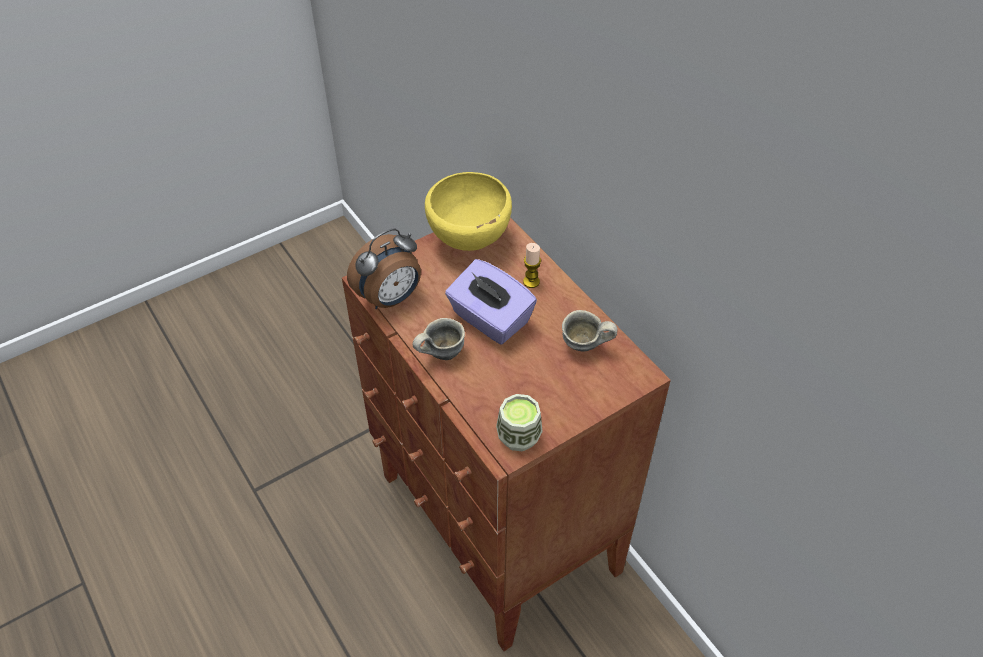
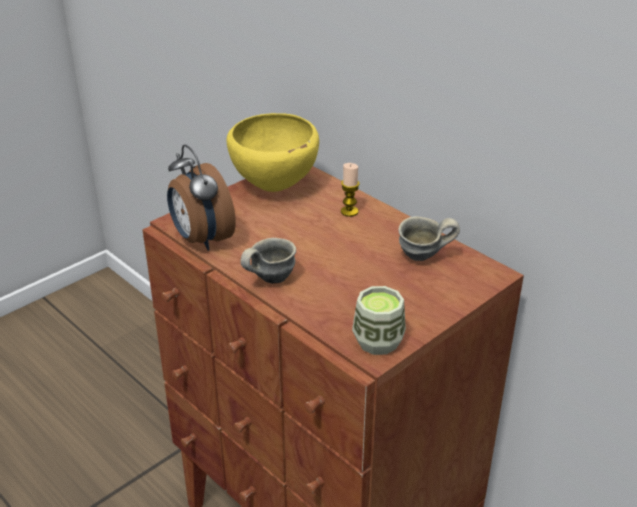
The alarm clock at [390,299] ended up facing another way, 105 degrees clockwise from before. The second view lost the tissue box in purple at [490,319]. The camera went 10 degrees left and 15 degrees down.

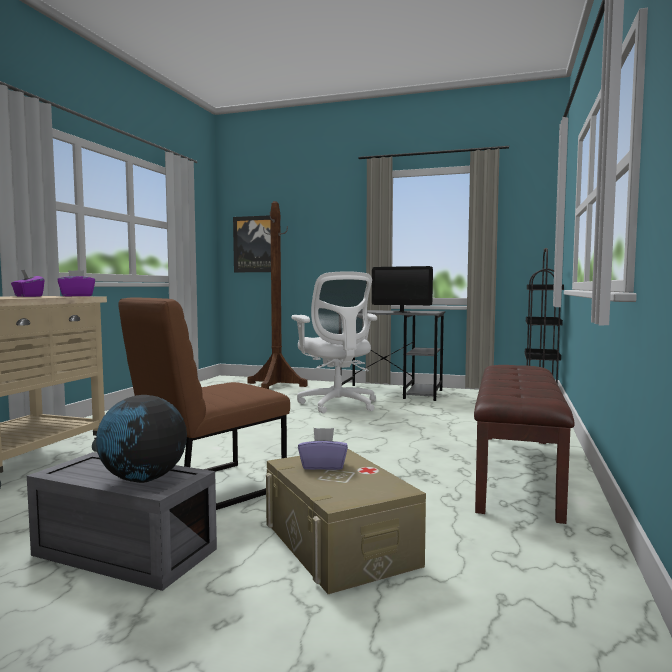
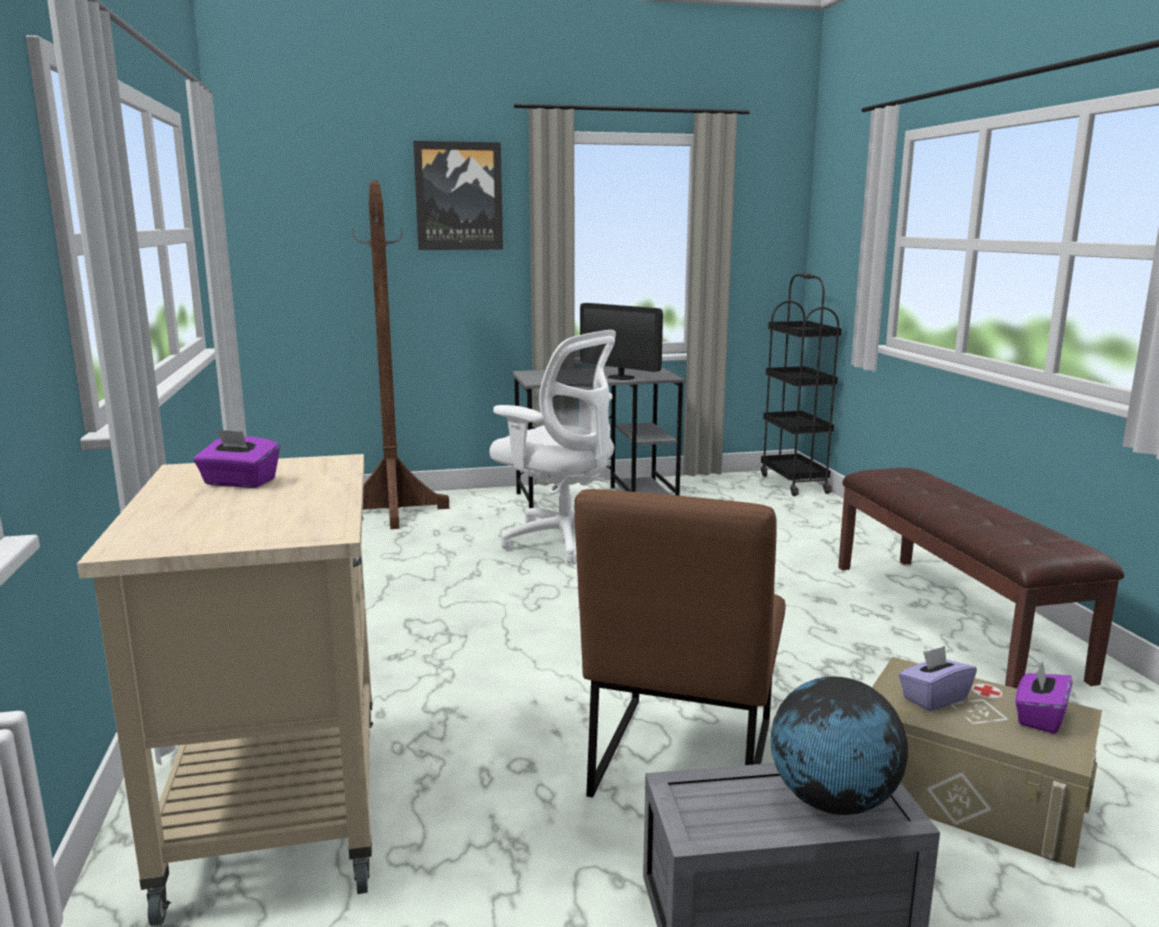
The picture ended up elsewhere, having gone from [255,244] to [458,196]. The monitor at [401,312] ended up facing another way, 45 degrees clockwise from before. The tissue box in purple ended up elsewhere, having gone from [77,296] to [1039,717]. The camera went 30 degrees left and 10 degrees up.

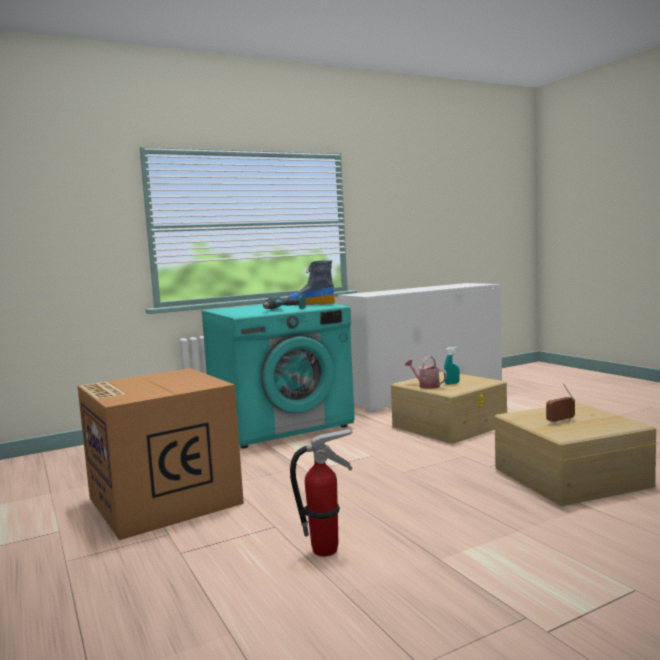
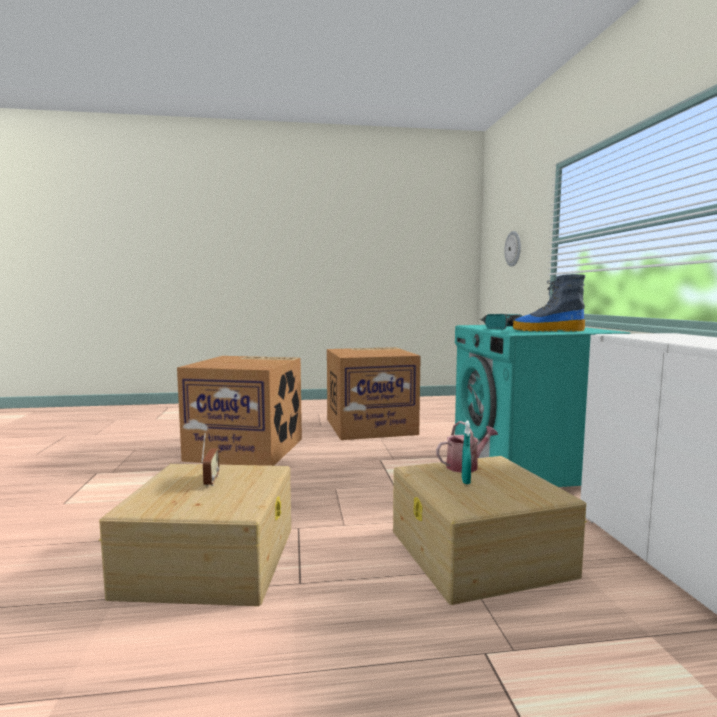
The boot at [310,304] ended up facing another way, 120 degrees counterclockwise from before. Where the fire extinguisher stood at [326,550], the cardboard box came to stand at [247,449]. The second view gained the wall clock at [513,248]. The camera went 110 degrees right and 0 degrees up.

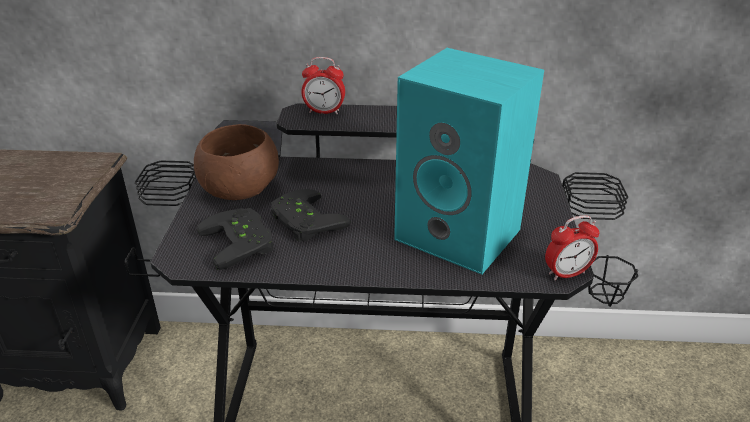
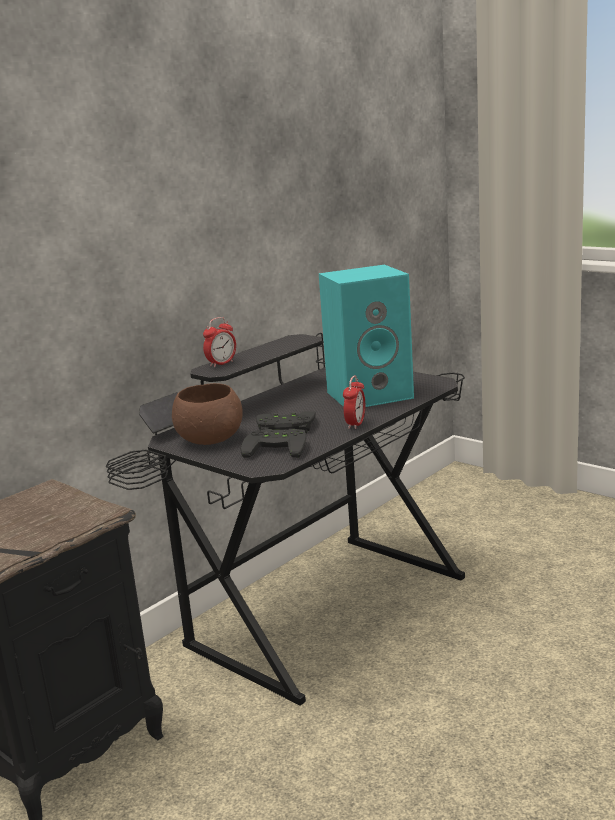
The alarm clock ended up elsewhere, having gone from [567,273] to [355,424]. The camera went 50 degrees left and 15 degrees down.

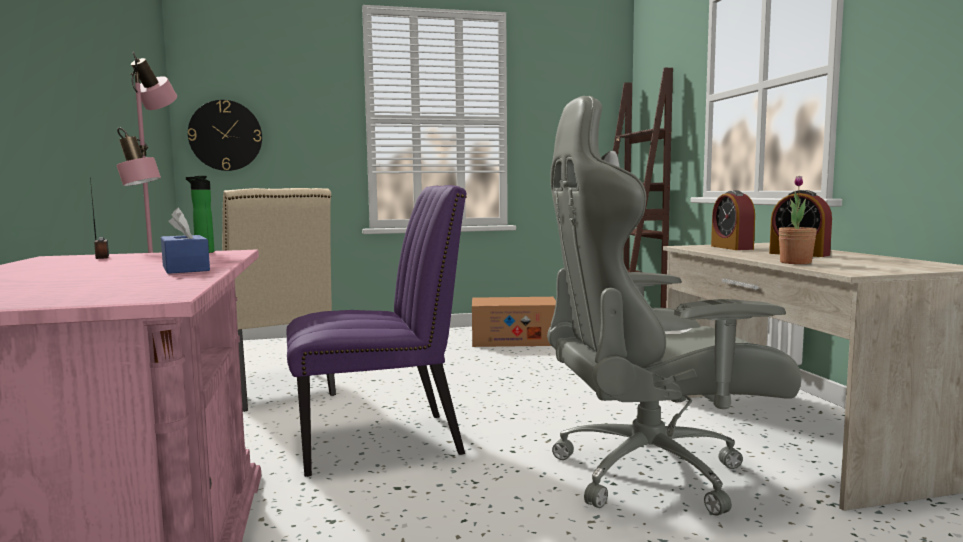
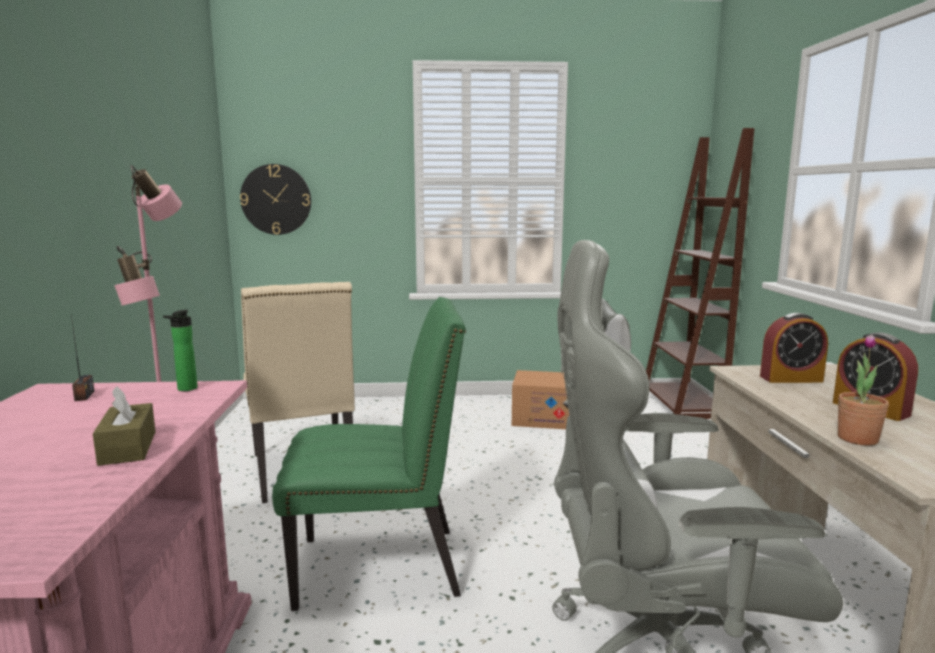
What was the chair in purple at [378,443] turned into the chair in green at [377,567]. The alarm clock at [731,247] ended up facing another way, 90 degrees counterclockwise from before. What was the tissue box in blue at [185,268] turned into the tissue box in brown at [128,448]. The camera went 10 degrees right and 5 degrees up.

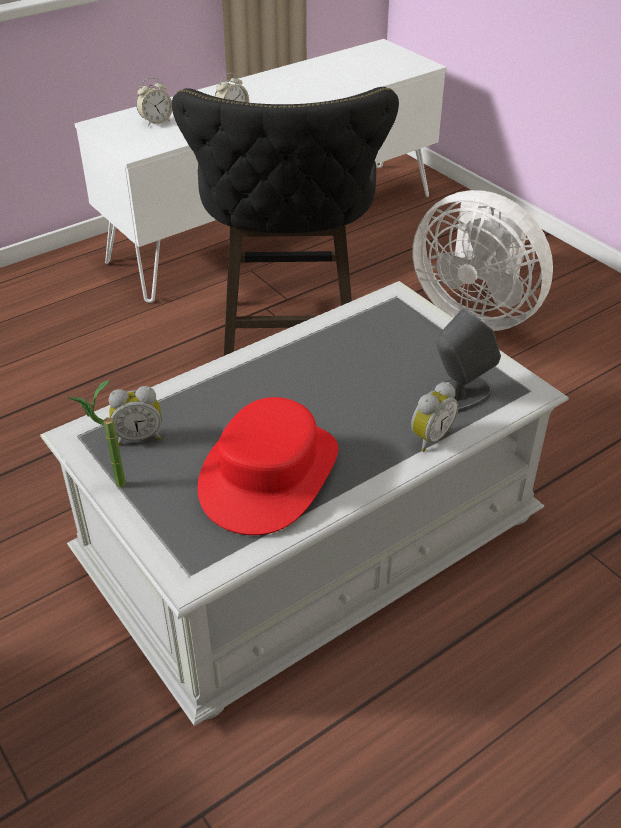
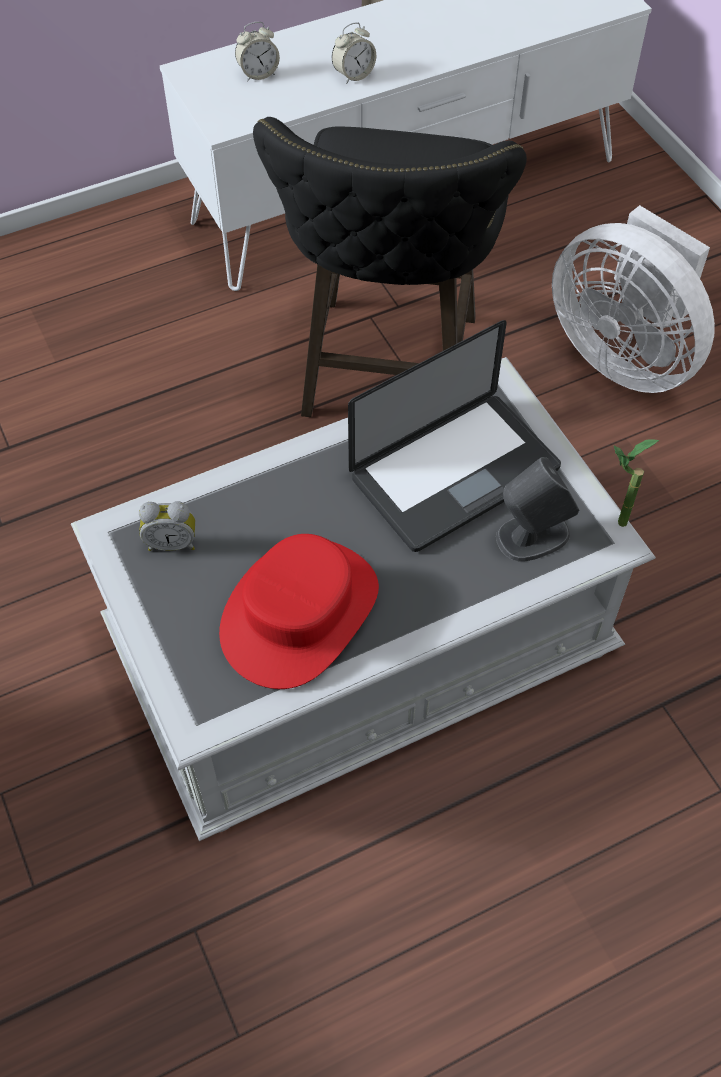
The potted plant ended up elsewhere, having gone from [110,486] to [612,523]. The second view lost the alarm clock at [429,438]. The second view gained the laptop at [455,473]. The camera went 10 degrees right and 15 degrees up.

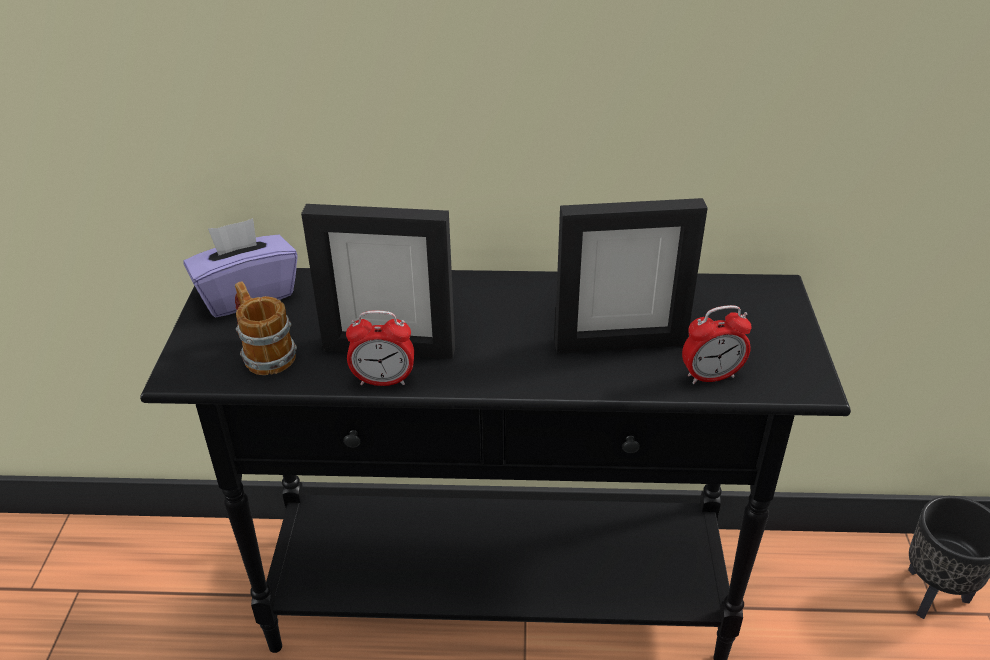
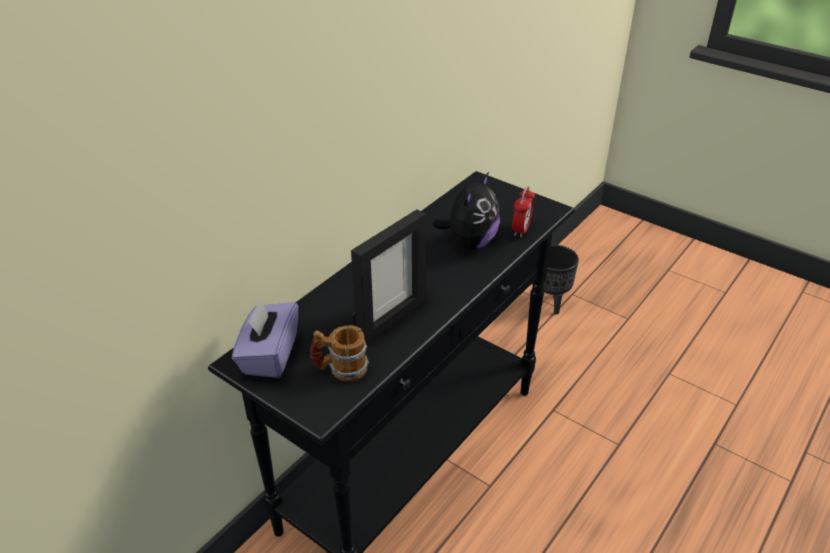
Where the picture frame stood at [619,342], the plush toy came to stand at [469,242]. The second view lost the alarm clock at [383,381]. The camera went 55 degrees left and 0 degrees up.

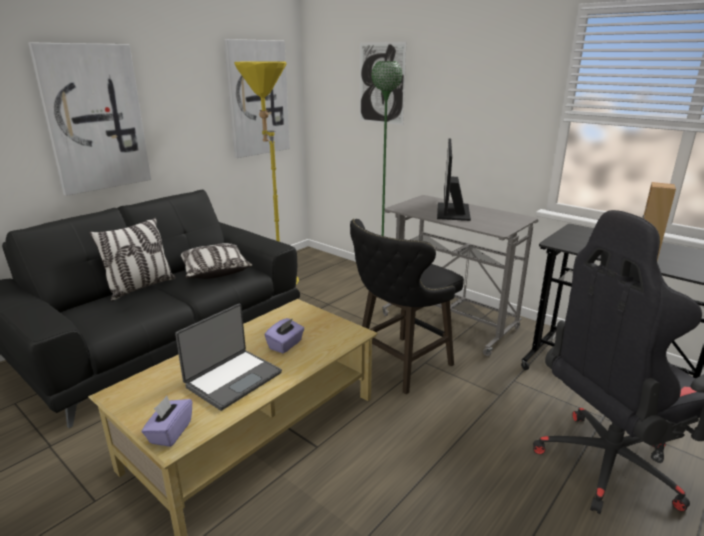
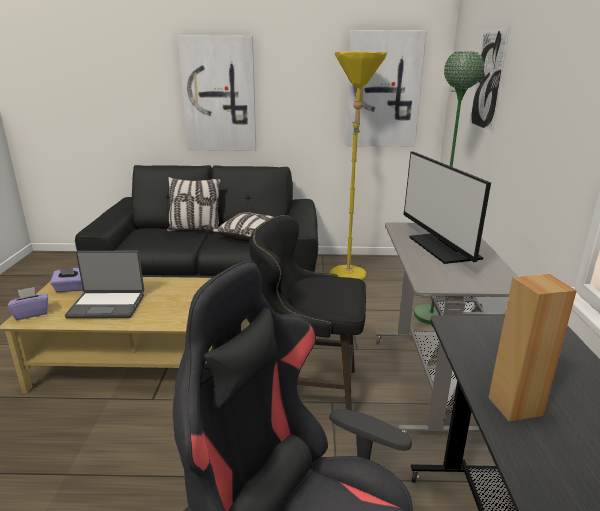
The monitor at [452,211] ended up facing another way, 75 degrees counterclockwise from before. The tissue box in purple ended up elsewhere, having gone from [285,345] to [71,288]. The camera went 50 degrees right and 0 degrees up.

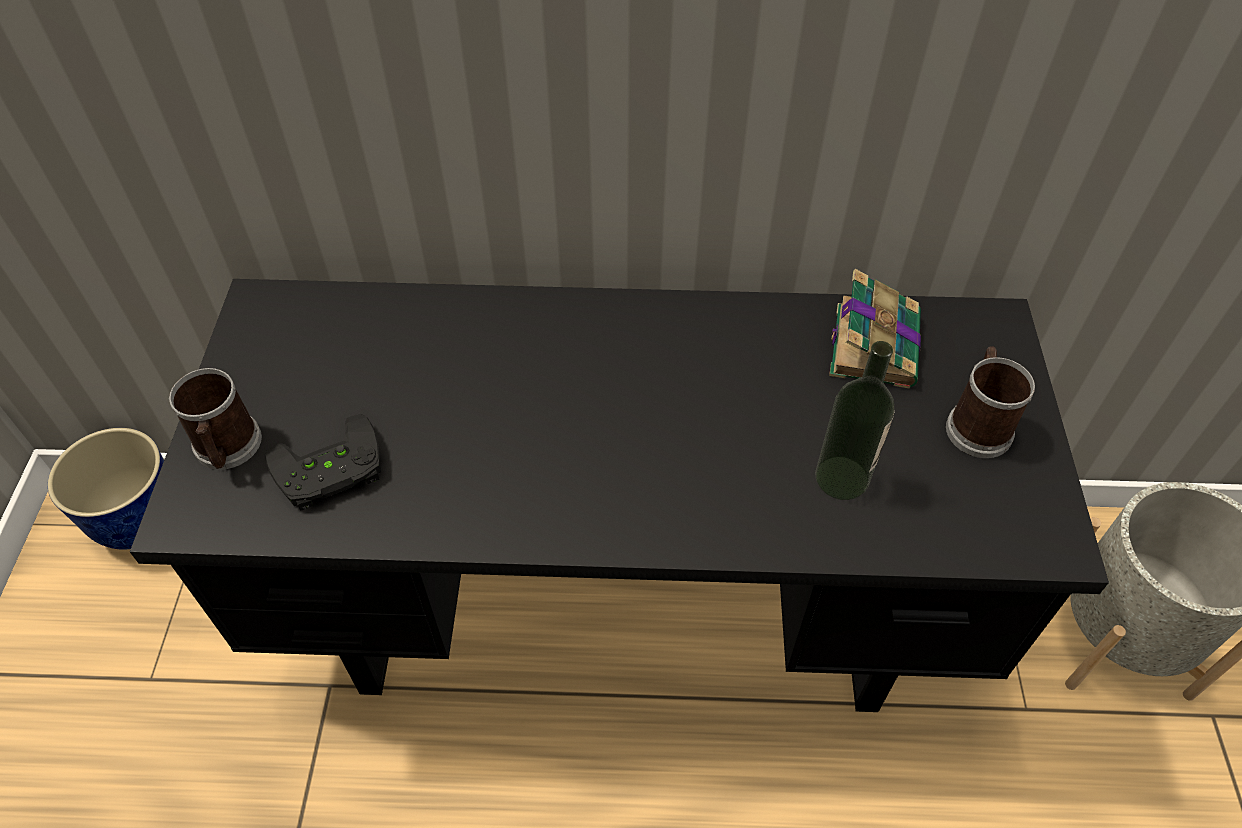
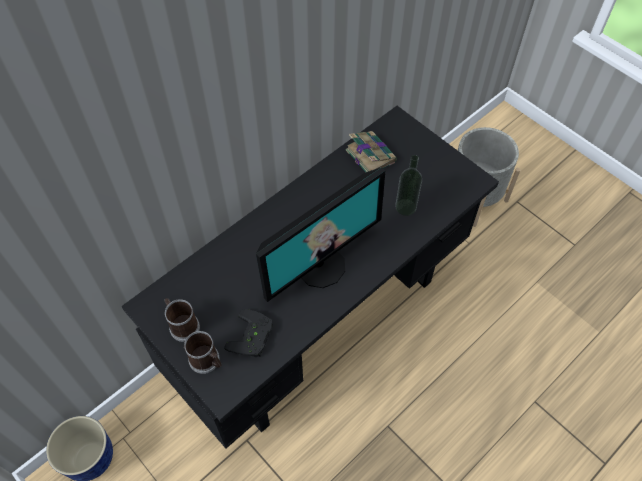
The mug ended up elsewhere, having gone from [977,424] to [182,325]. The second view gained the monitor at [321,266]. The camera went 45 degrees left and 5 degrees up.

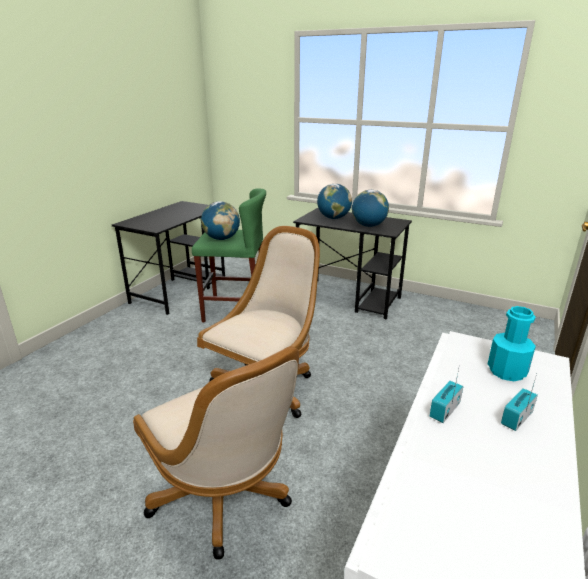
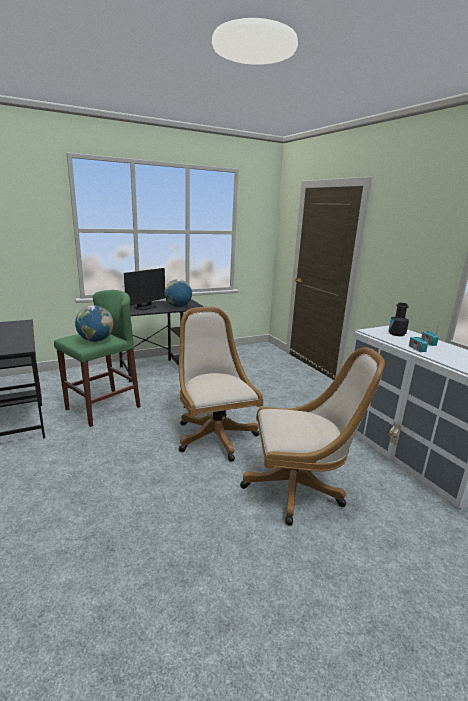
Where the globe stood at [333,218], the monitor came to stand at [145,307]. What was the bottle in turquoise at [506,371] turned into the bottle in black at [396,334]. The camera went 55 degrees left and 5 degrees down.

